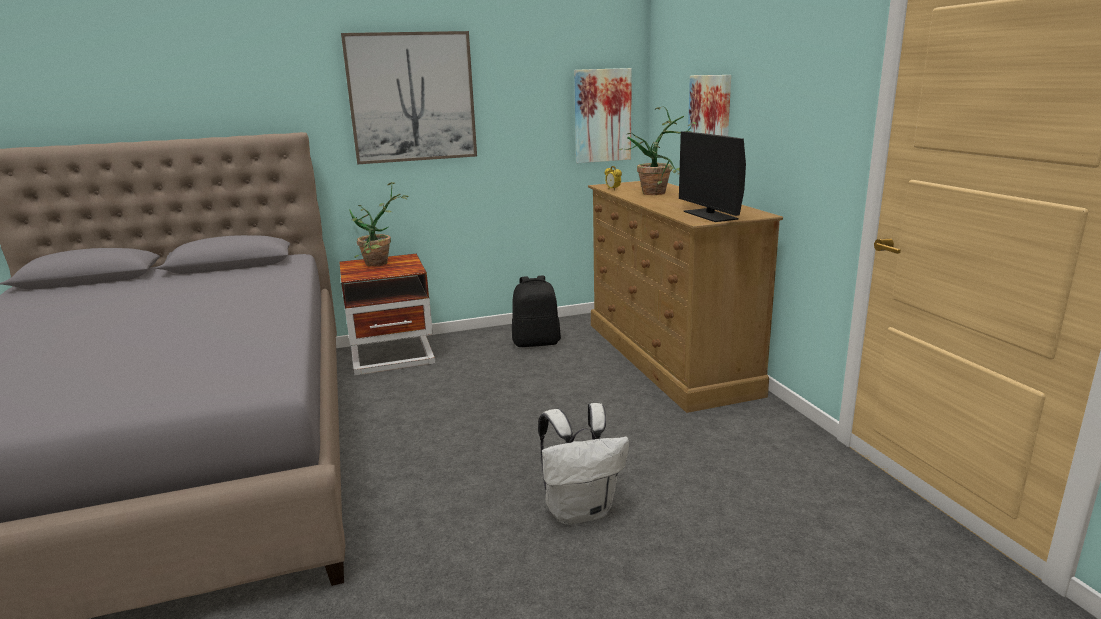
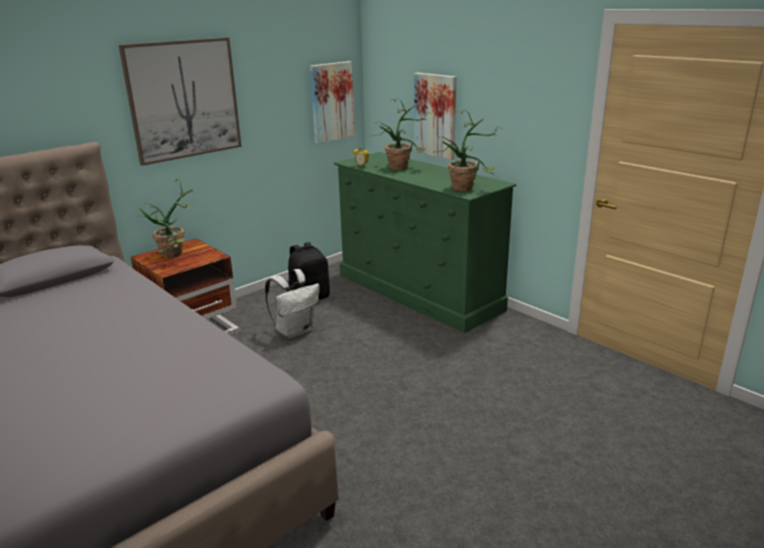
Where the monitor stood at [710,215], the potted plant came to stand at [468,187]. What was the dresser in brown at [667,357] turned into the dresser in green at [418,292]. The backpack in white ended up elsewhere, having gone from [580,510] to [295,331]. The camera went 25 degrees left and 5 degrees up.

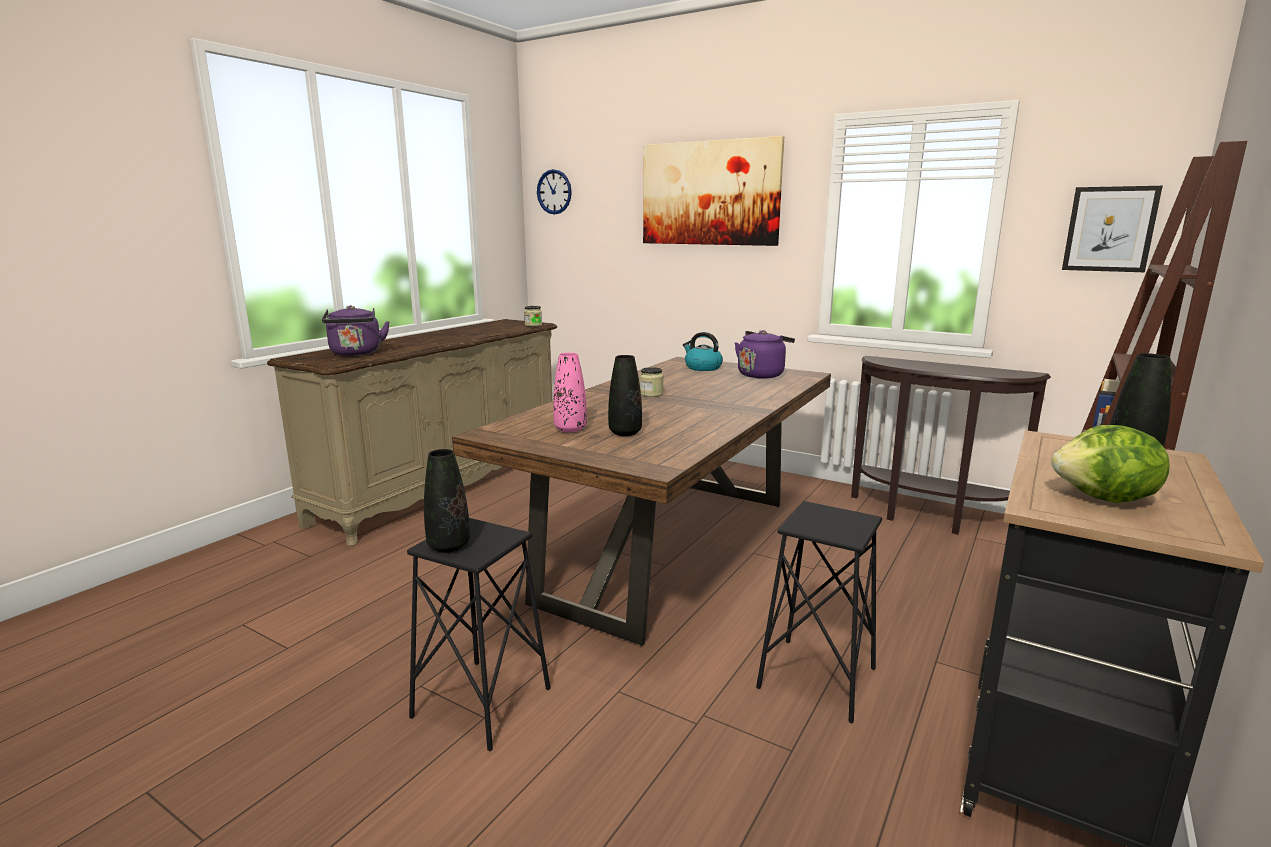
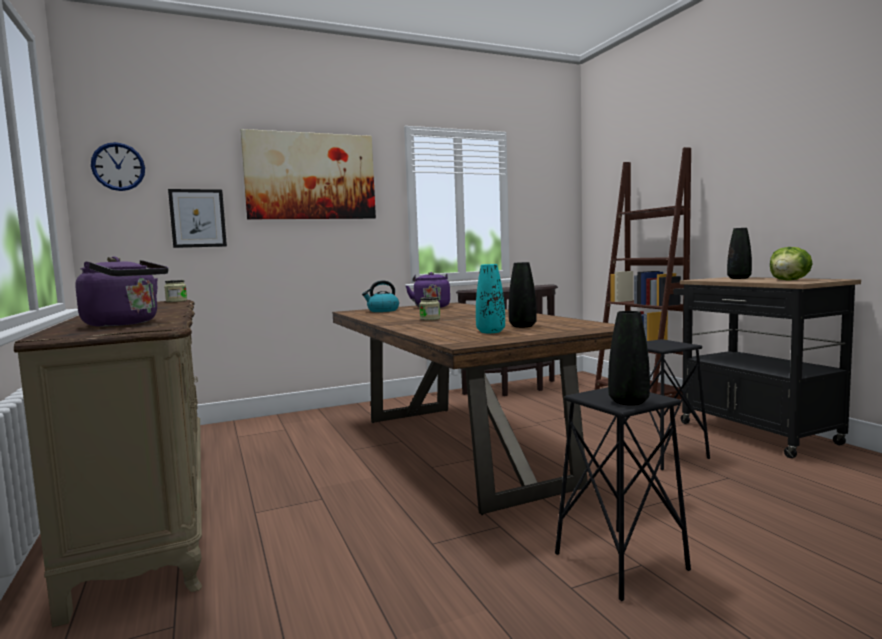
The picture ended up elsewhere, having gone from [1109,229] to [198,218]. What was the vase in pink at [570,429] turned into the vase in turquoise at [490,332]. The camera went 55 degrees left and 10 degrees down.

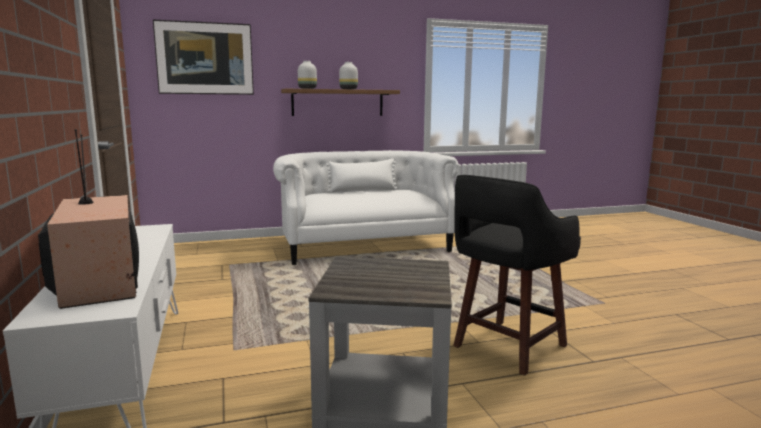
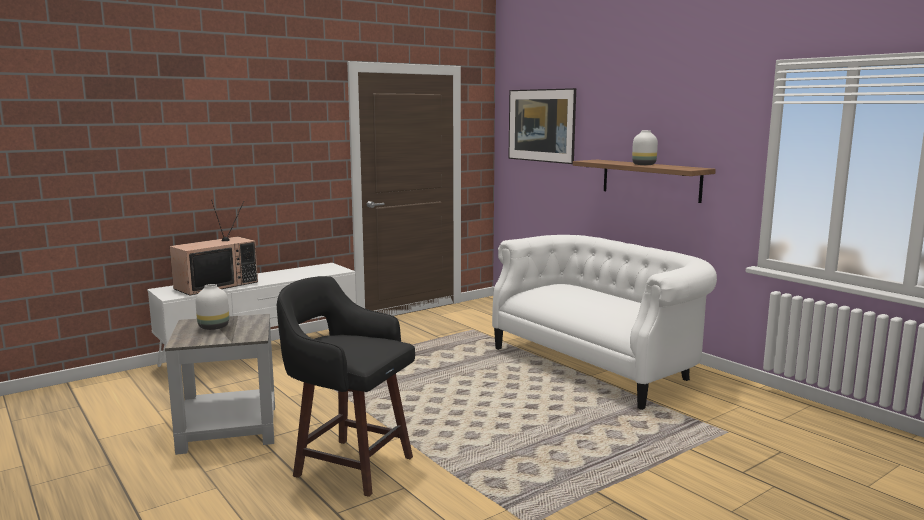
The vase in white ended up elsewhere, having gone from [307,88] to [213,327]. The second view lost the pillow in white at [362,190]. The camera went 70 degrees right and 0 degrees up.

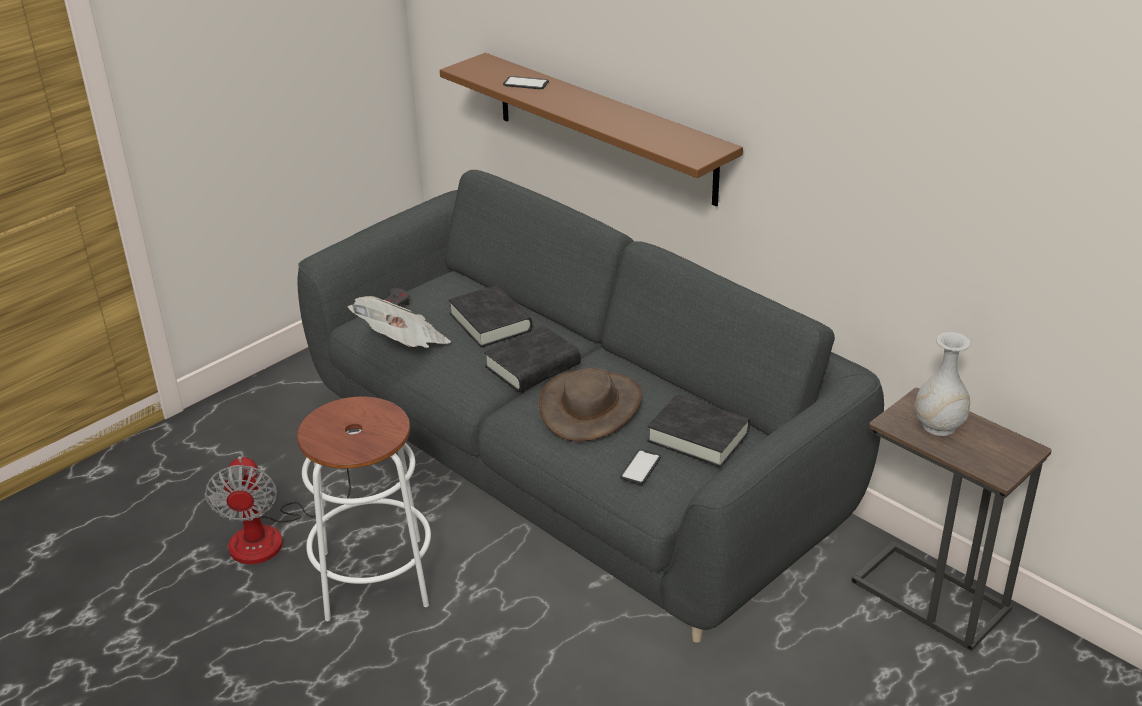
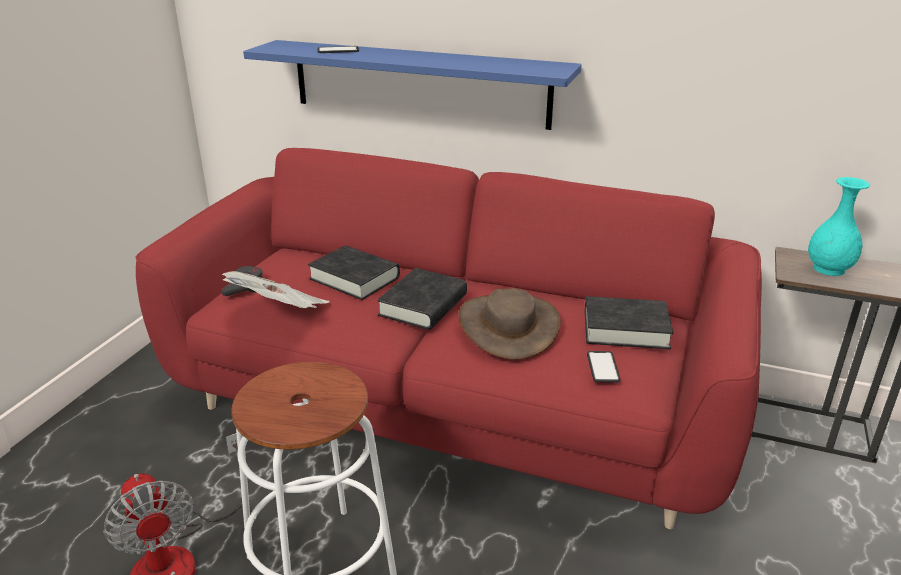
What was the shelf in brown at [604,128] turned into the shelf in blue at [419,83]. What was the sofa in grey at [574,472] turned into the sofa in red at [450,407]. What was the vase in white at [939,426] turned into the vase in turquoise at [829,269]. The camera went 25 degrees left and 5 degrees down.

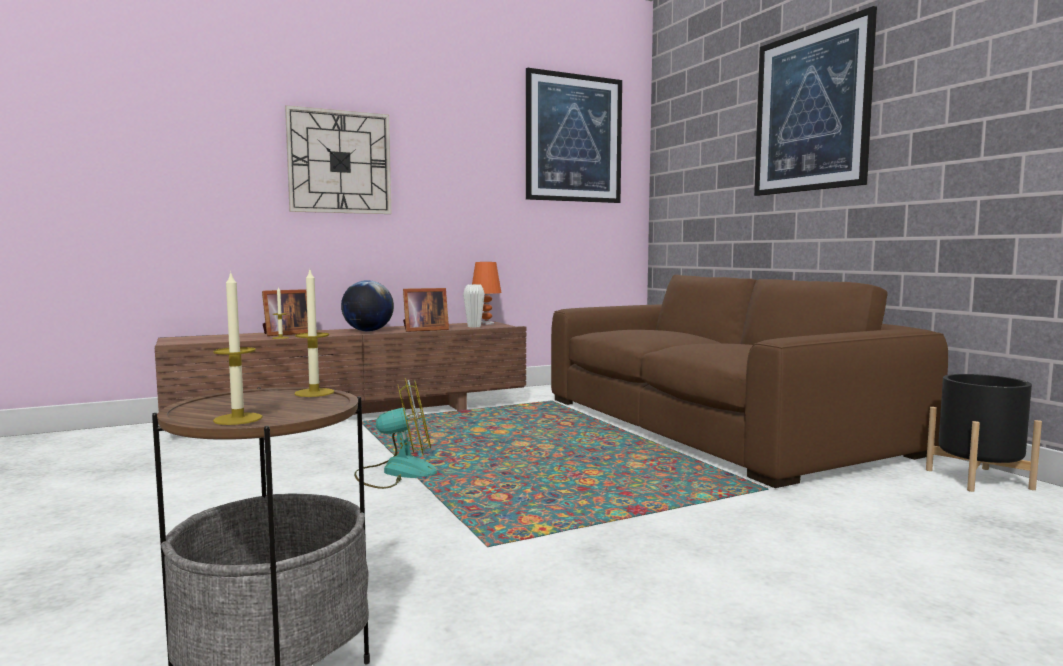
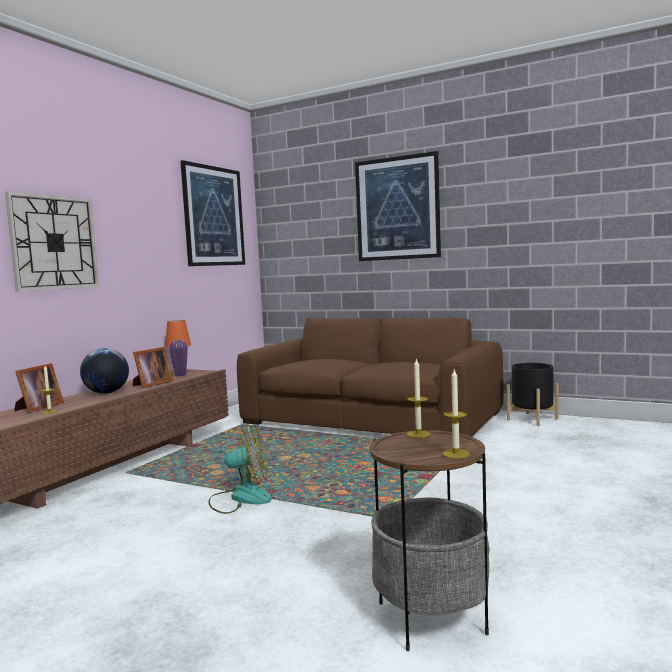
What was the vase in white at [474,326] turned into the vase in purple at [180,375]. The fan at [396,472] ended up facing another way, 45 degrees clockwise from before. The camera went 35 degrees left and 0 degrees up.

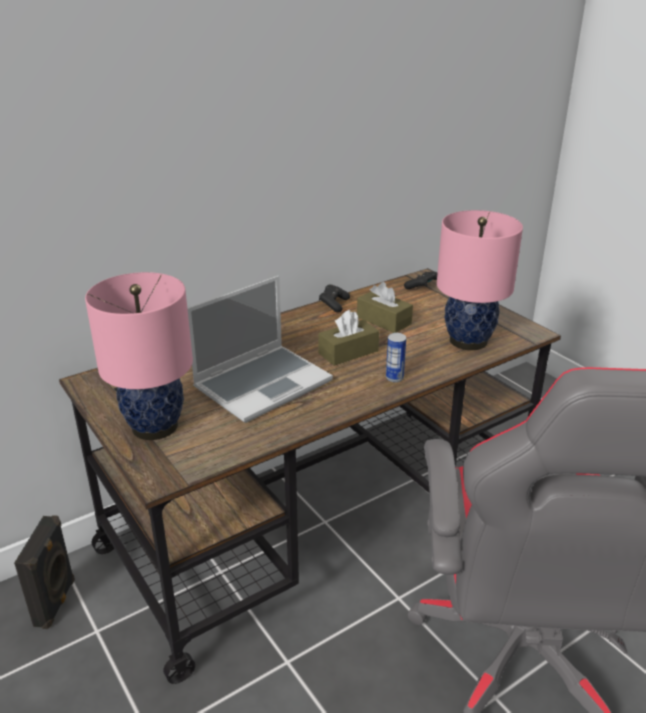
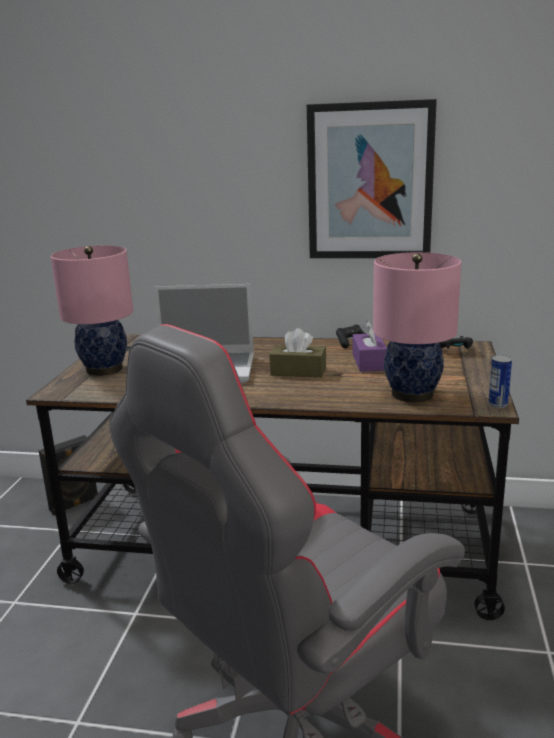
What was the tissue box in brown at [383,320] turned into the tissue box in purple at [369,362]. The can ended up elsewhere, having gone from [394,378] to [498,404]. The second view gained the picture at [370,182]. The camera went 45 degrees right and 10 degrees down.

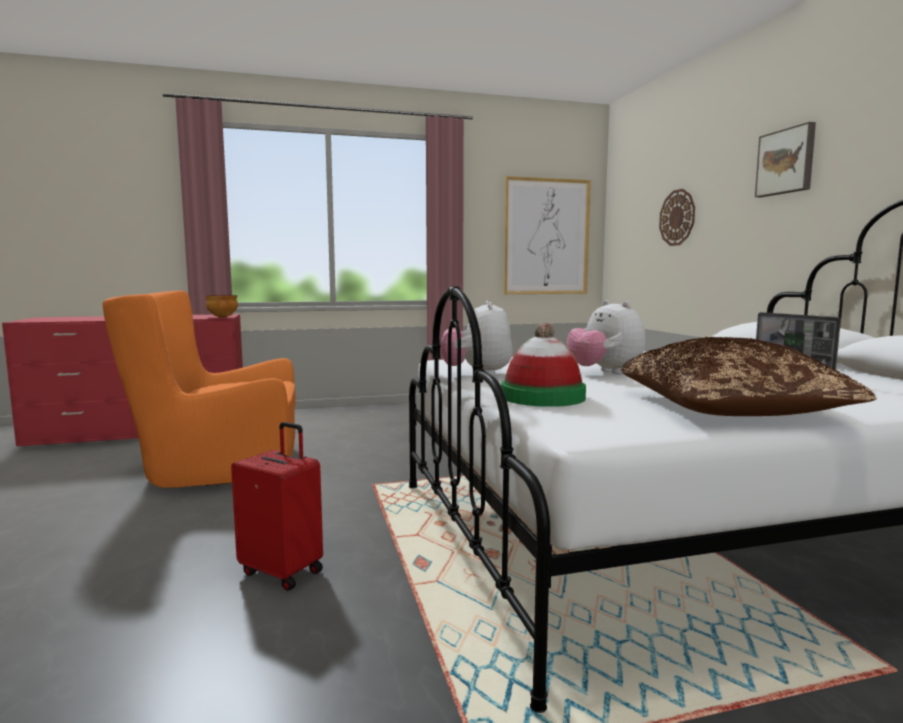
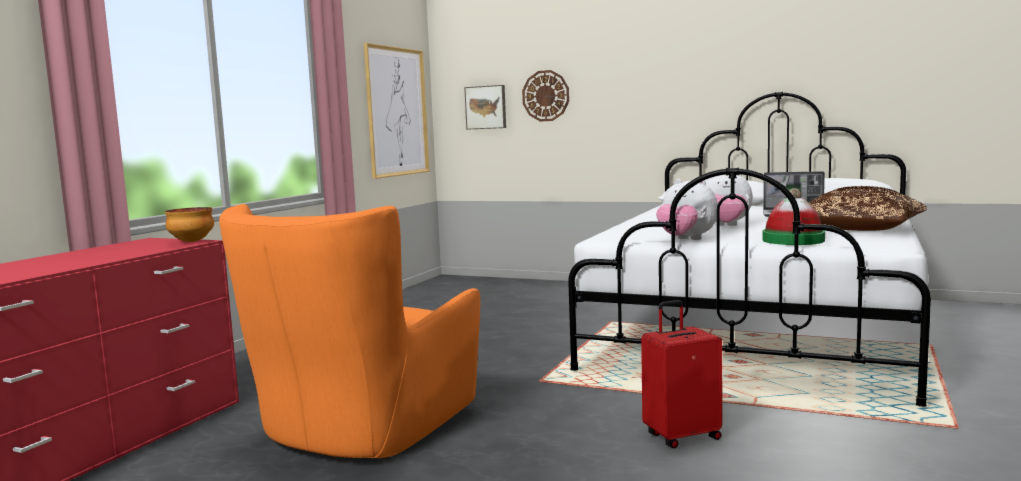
The picture ended up elsewhere, having gone from [786,162] to [486,107]. The camera went 50 degrees left and 0 degrees up.

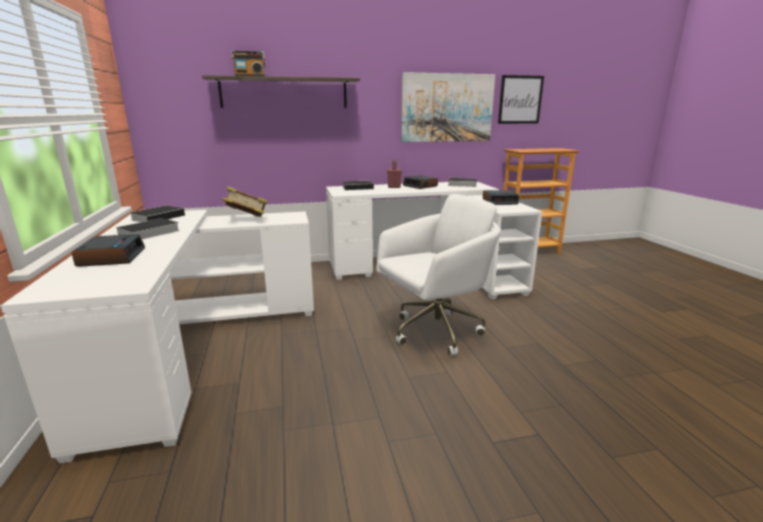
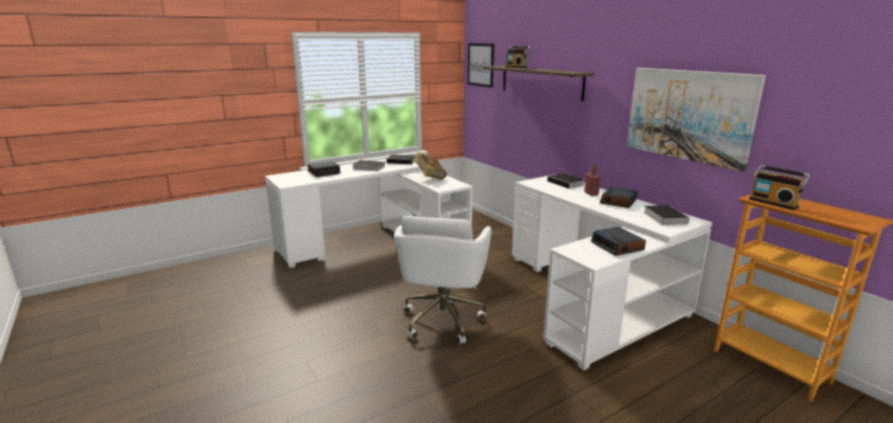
The picture ended up elsewhere, having gone from [520,100] to [480,65]. The office chair in white at [433,333] ended up facing another way, 60 degrees clockwise from before. The second view gained the radio at [774,203]. The camera went 70 degrees right and 0 degrees up.

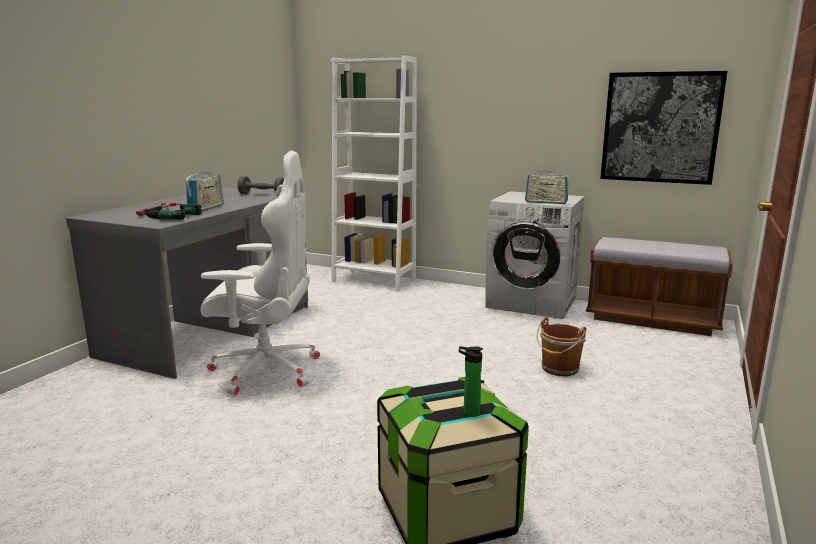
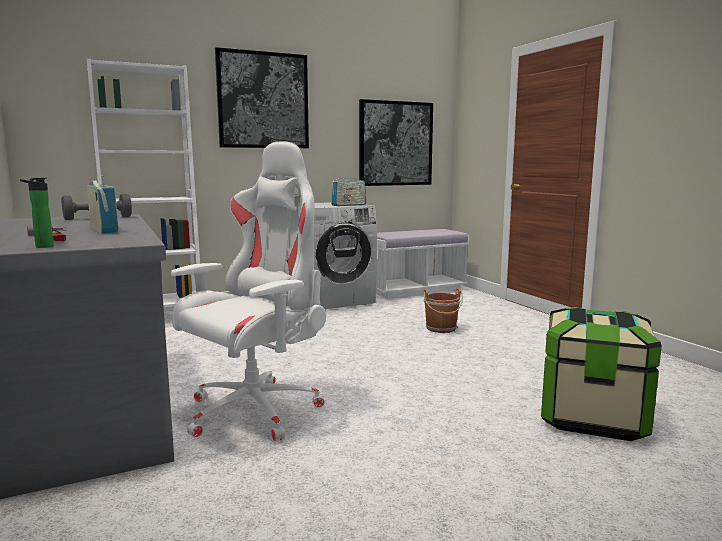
The second view lost the power drill at [170,216]. What was the bench in brown at [652,319] turned into the bench in white at [415,290]. The bottle ended up elsewhere, having gone from [468,412] to [41,247]. The second view gained the picture at [263,100]. The camera went 50 degrees left and 5 degrees down.

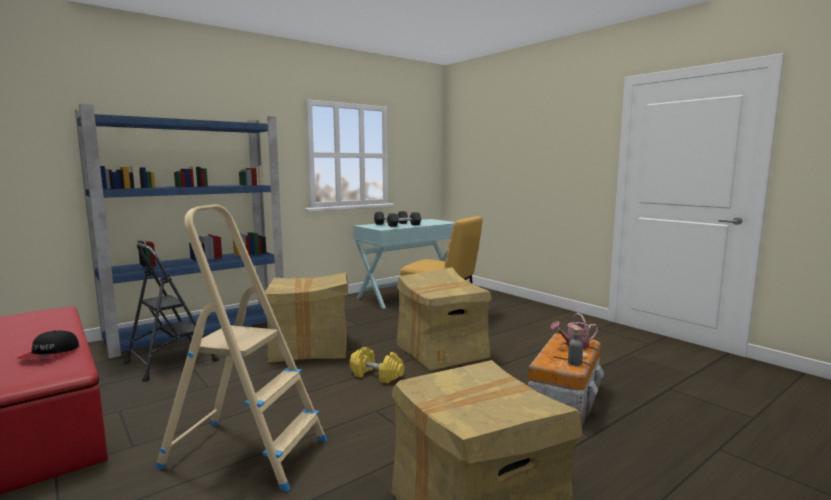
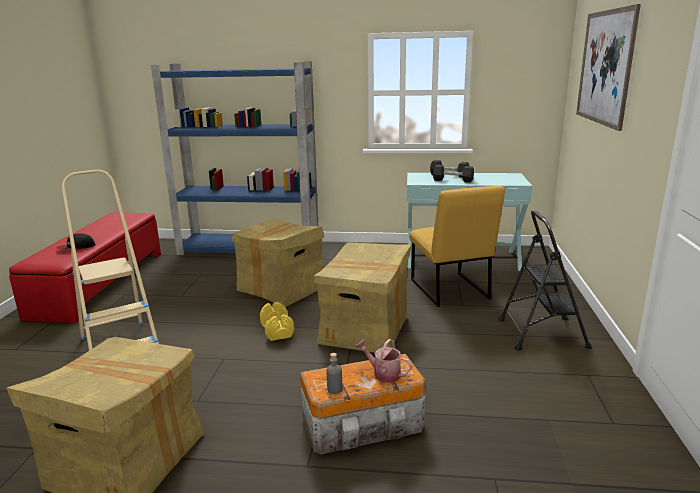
The step ladder in black ended up elsewhere, having gone from [168,362] to [539,333]. The second view gained the picture at [604,67]. The camera went 45 degrees right and 10 degrees up.

